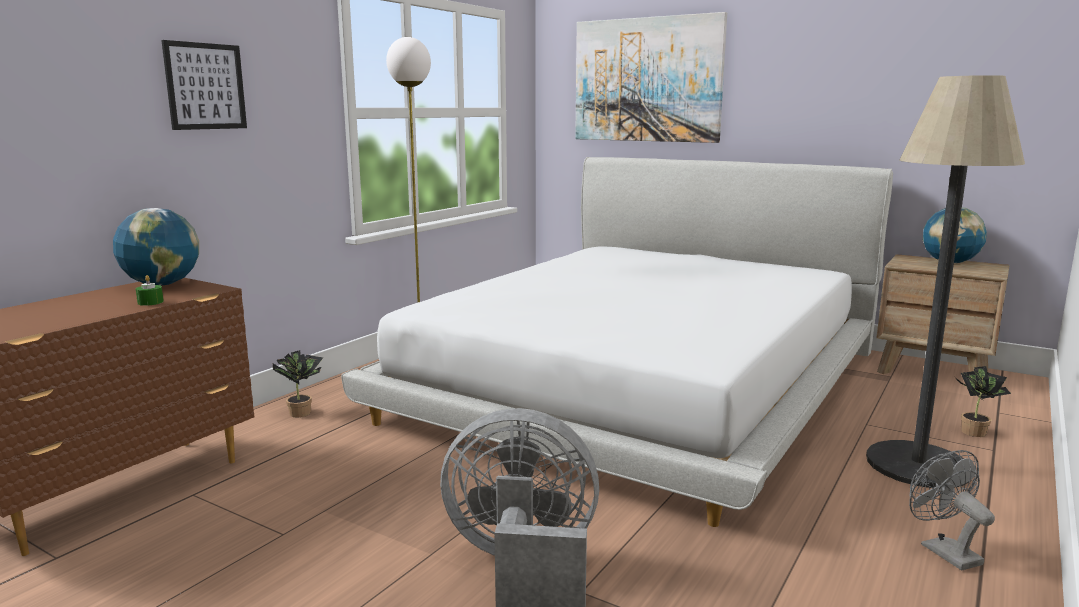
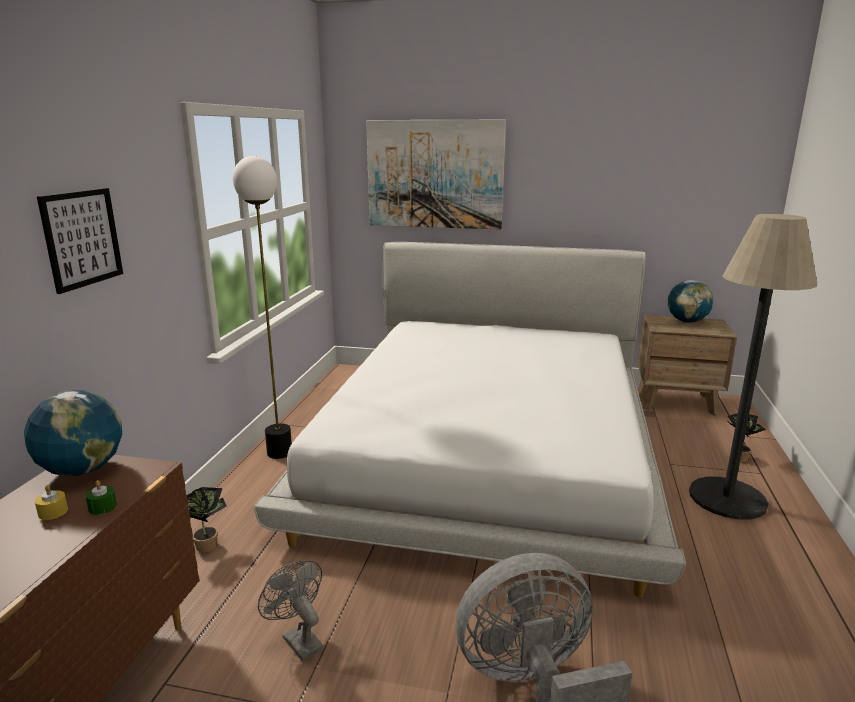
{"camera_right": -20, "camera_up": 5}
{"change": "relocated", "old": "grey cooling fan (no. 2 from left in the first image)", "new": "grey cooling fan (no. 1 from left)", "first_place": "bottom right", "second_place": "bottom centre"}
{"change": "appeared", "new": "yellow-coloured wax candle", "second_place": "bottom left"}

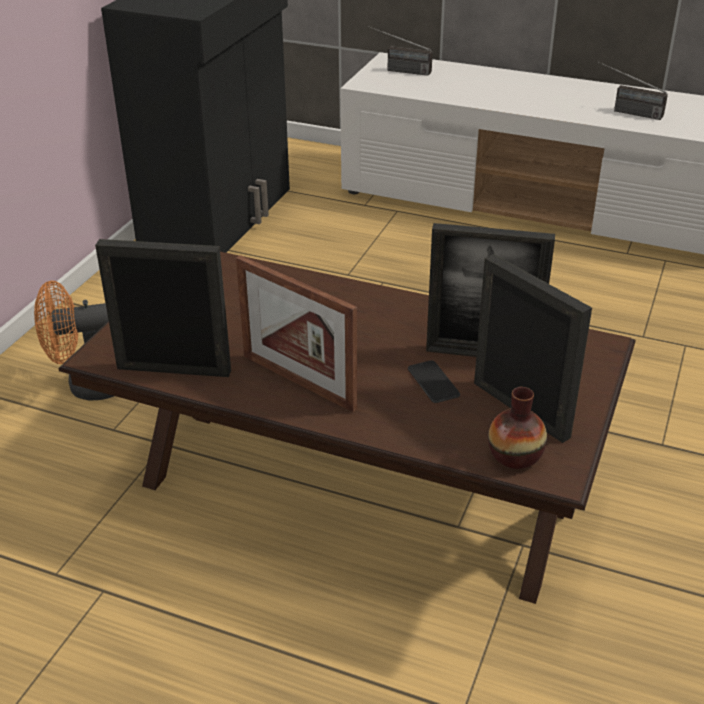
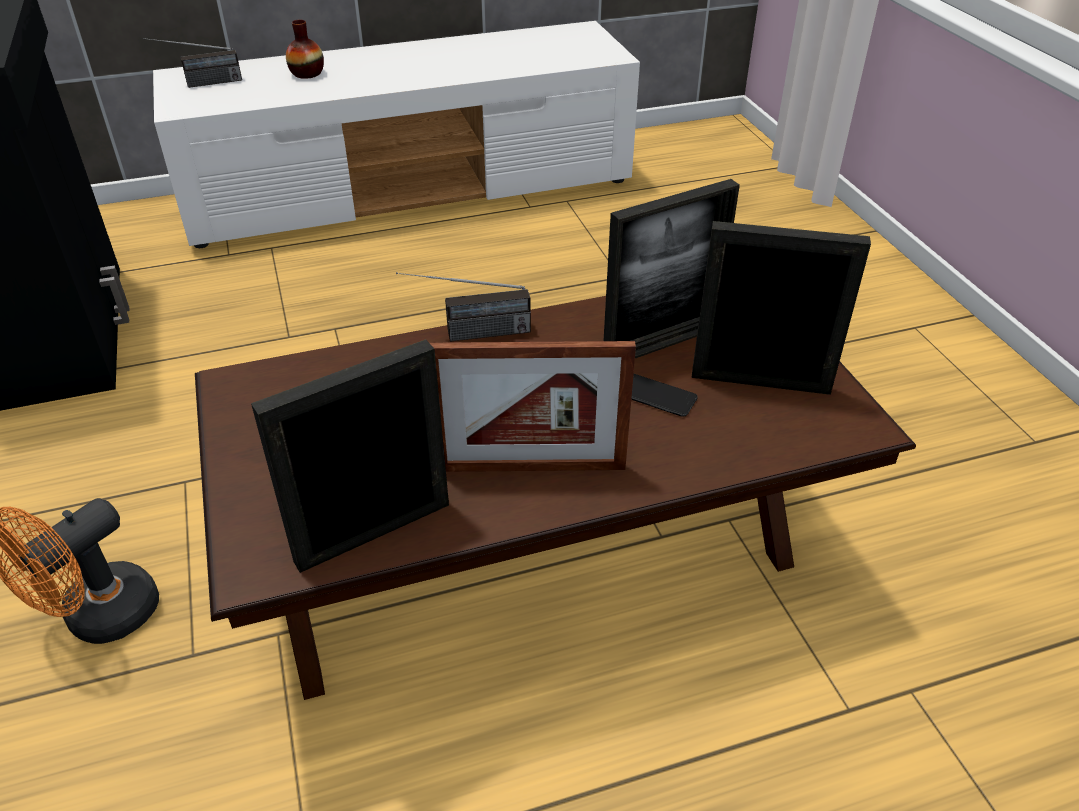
{"camera_right": -40, "camera_up": 5}
{"change": "relocated", "old": "vase", "first_place": "middle right", "second_place": "top left"}
{"change": "relocated", "old": "radio receiver (no. 2 from left)", "first_place": "top right", "second_place": "centre"}

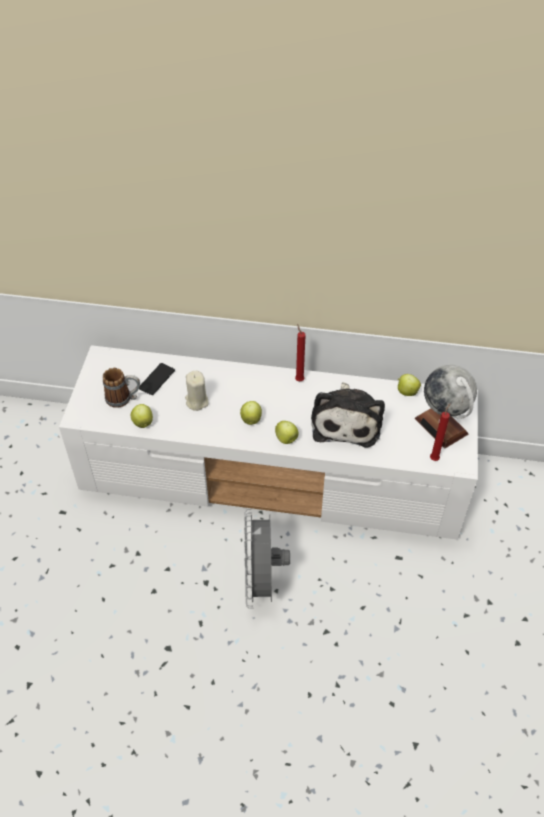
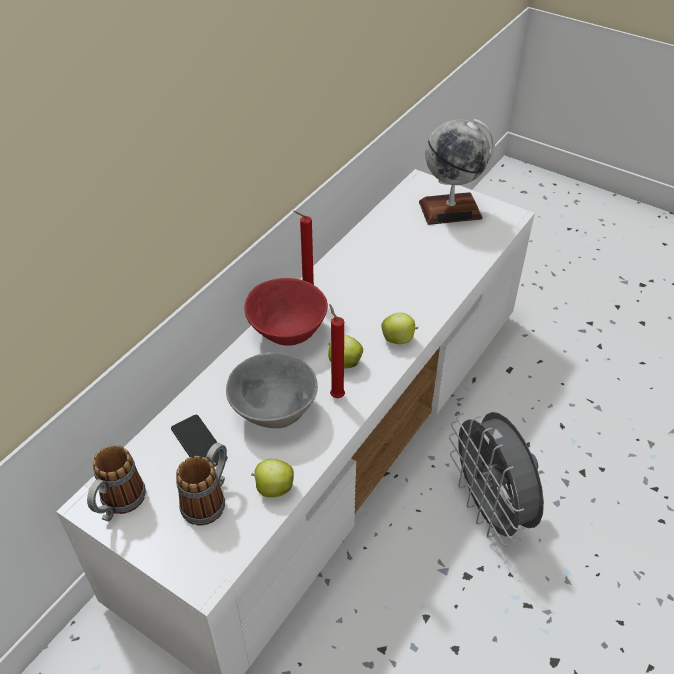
{"camera_right": -65, "camera_up": -5}
{"change": "exchanged", "old": "beige-coloured wax candle", "new": "grey bowl", "first_place": "centre", "second_place": "centre"}
{"change": "spun", "old": "grey cooling fan", "first_place": "bottom centre", "second_place": "bottom right", "degrees": 45}
{"change": "missing", "old": "soft toy", "first_place": "centre"}
{"change": "missing", "old": "apple fruit (no. 4 from left)", "first_place": "middle right"}
{"change": "relocated", "old": "red wax candle (no. 2 from left)", "first_place": "middle right", "second_place": "centre"}
{"change": "appeared", "new": "tea mug (no. 1 from left)", "second_place": "bottom left"}
{"change": "appeared", "new": "red bowl", "second_place": "centre"}

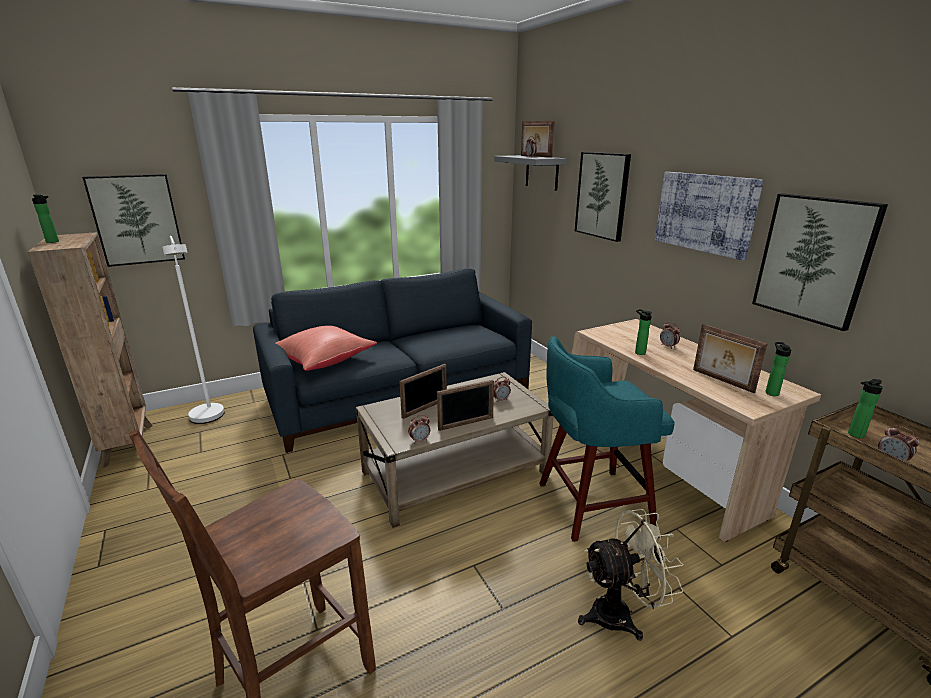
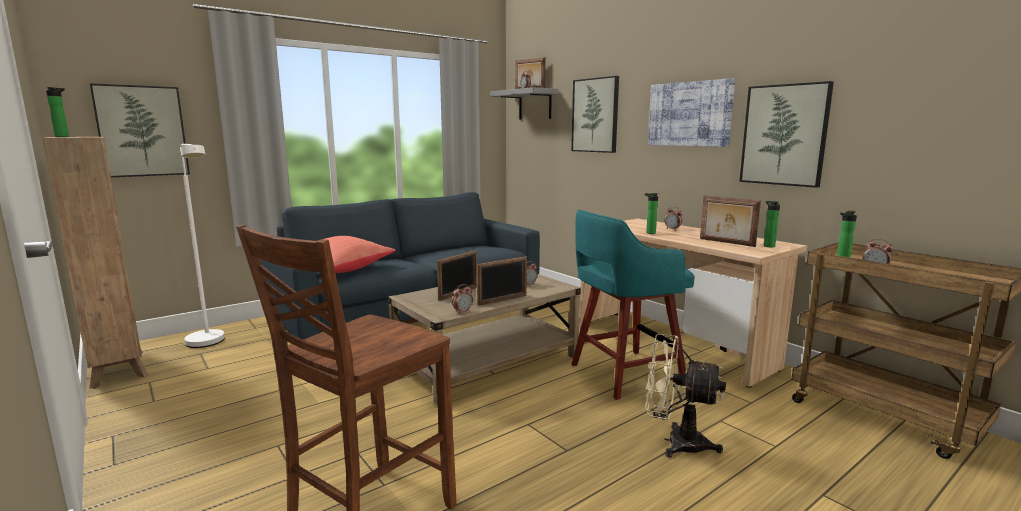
{"camera_right": -10, "camera_up": -10}
{"change": "spun", "old": "beige-coloured cooling fan", "first_place": "bottom right", "second_place": "bottom right", "degrees": -135}

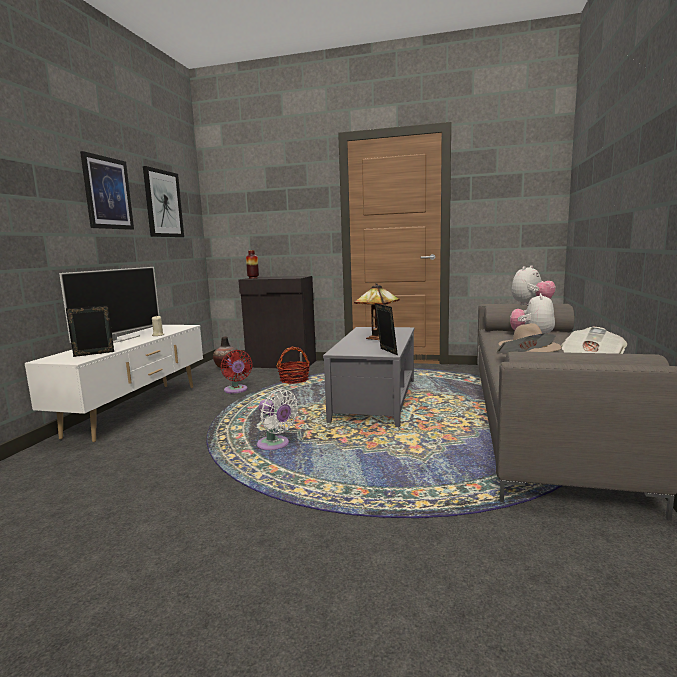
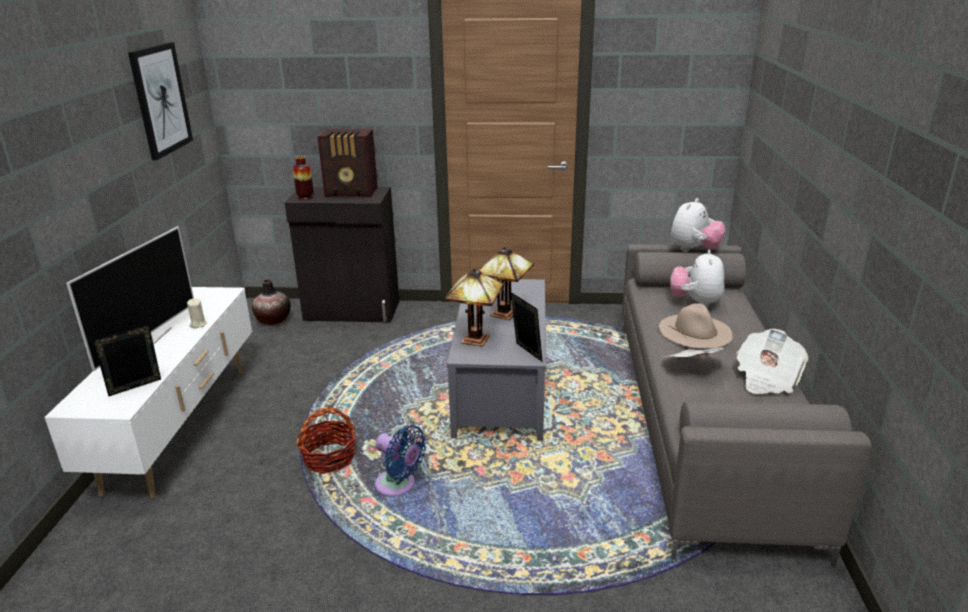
{"camera_right": -10, "camera_up": 15}
{"change": "missing", "old": "wall art (no. 1 from left)", "first_place": "top left"}
{"change": "missing", "old": "red cooling fan", "first_place": "centre"}
{"change": "colour", "old": "whitish cooling fan", "new": "bluish cooling fan", "first_place": "centre", "second_place": "bottom centre"}
{"change": "relocated", "old": "storage basket", "first_place": "centre", "second_place": "bottom centre"}
{"change": "appeared", "new": "radio receiver", "second_place": "top centre"}
{"change": "appeared", "new": "lamp for a table (no. 1 from left)", "second_place": "centre"}

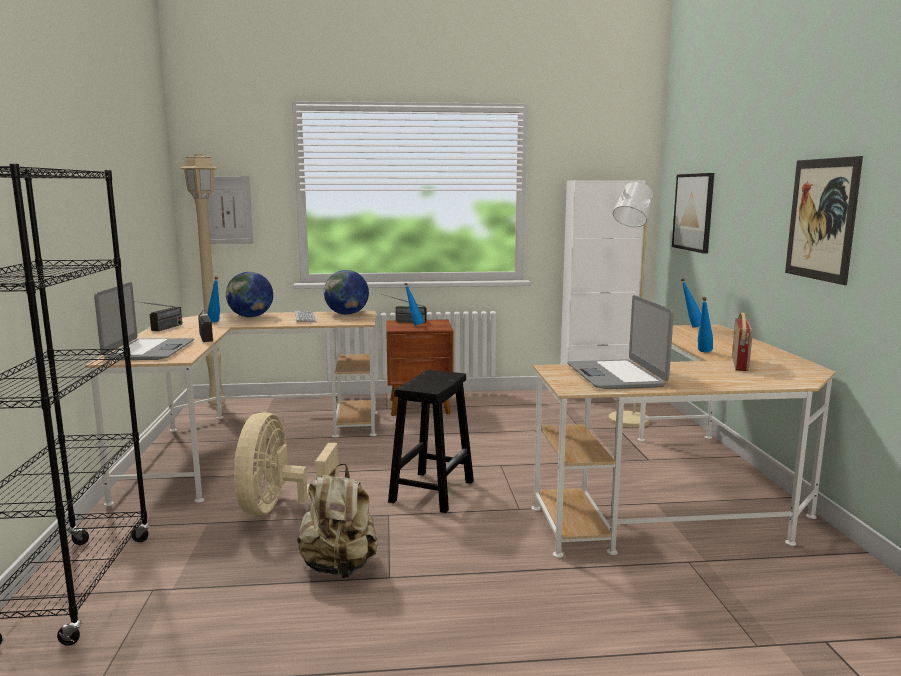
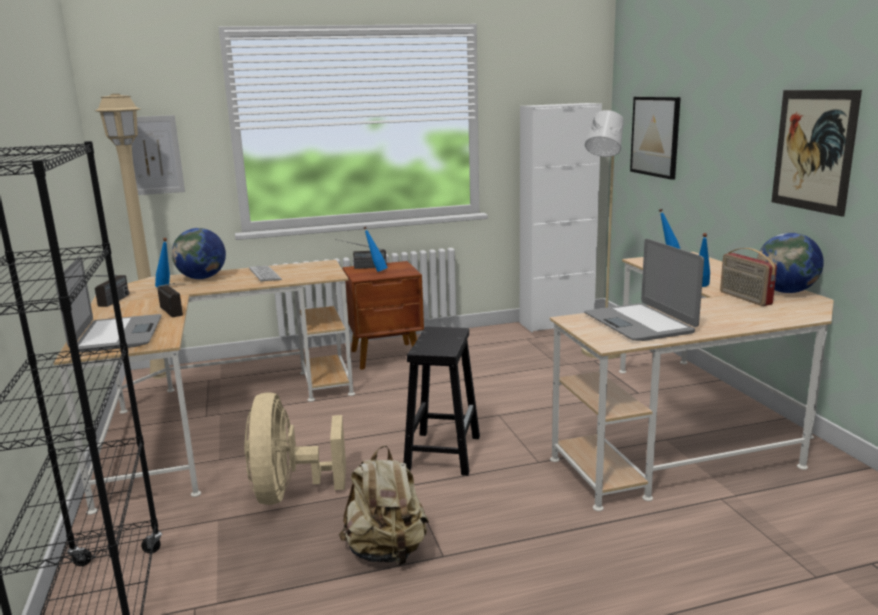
{"camera_right": -10, "camera_up": 5}
{"change": "relocated", "old": "world globe (no. 2 from left)", "first_place": "centre", "second_place": "middle right"}
{"change": "spun", "old": "radio receiver (no. 4 from left)", "first_place": "middle right", "second_place": "middle right", "degrees": 150}

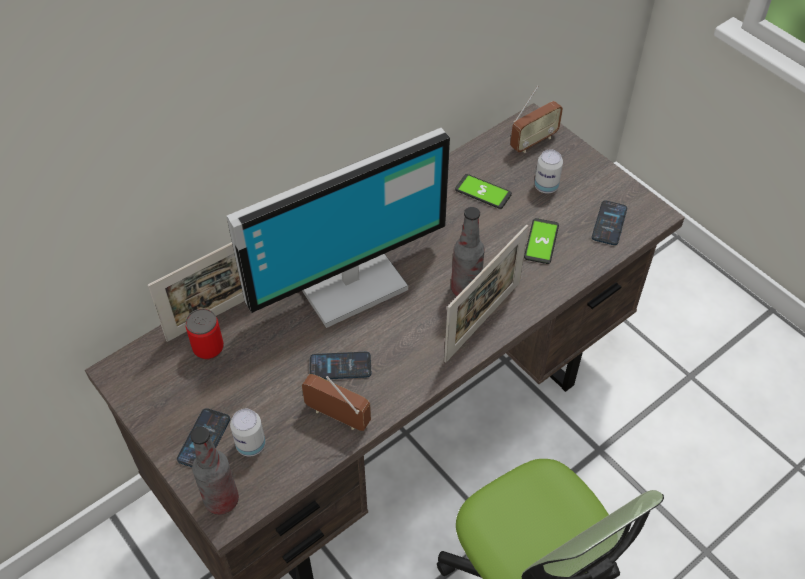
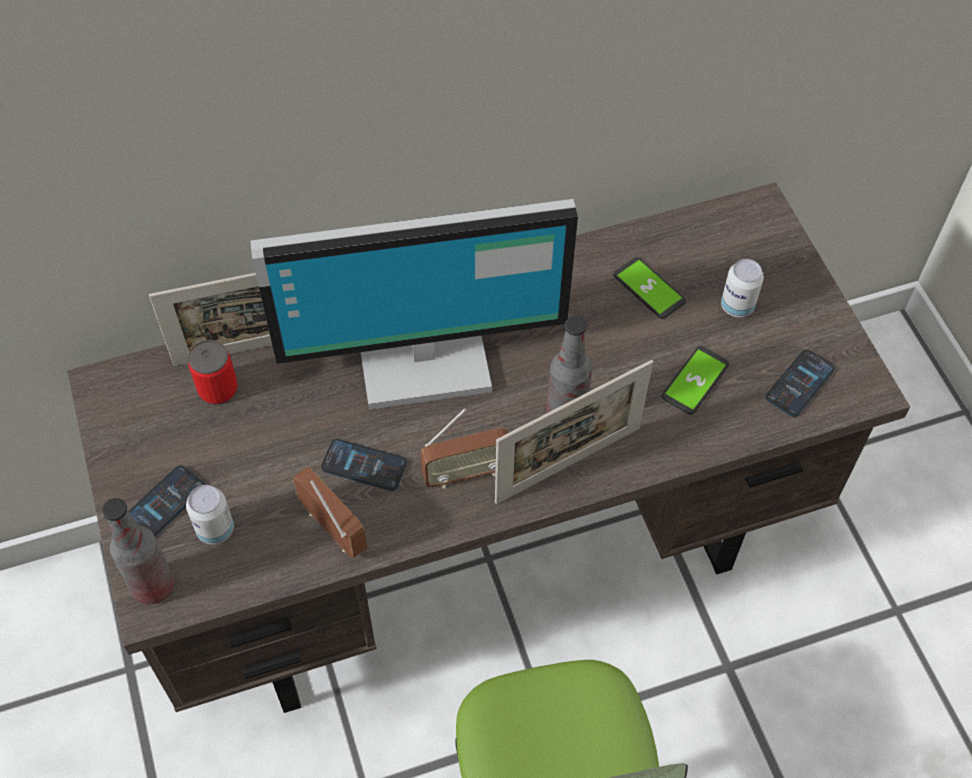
{"camera_right": 20, "camera_up": 5}
{"change": "relocated", "old": "radio receiver (no. 2 from left)", "first_place": "top centre", "second_place": "centre"}

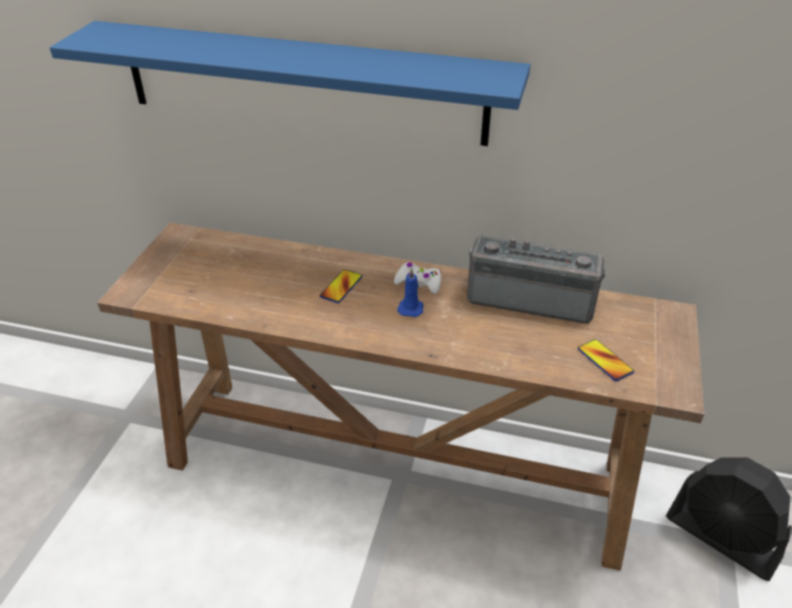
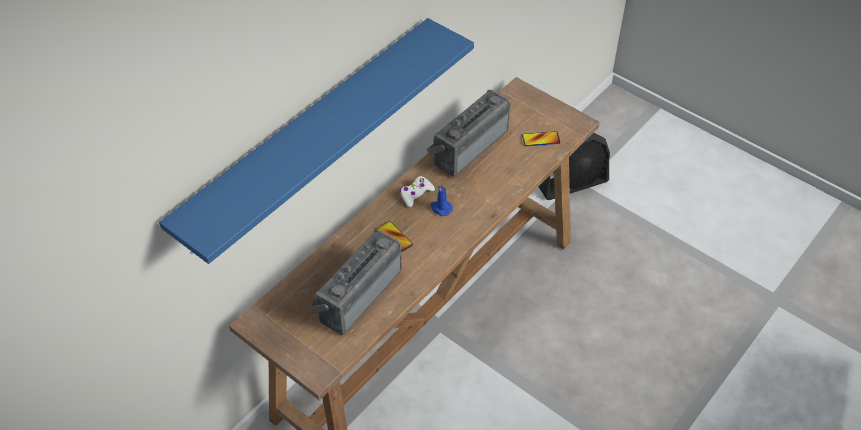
{"camera_right": -65, "camera_up": 10}
{"change": "appeared", "new": "radio receiver (no. 1 from left)", "second_place": "centre"}

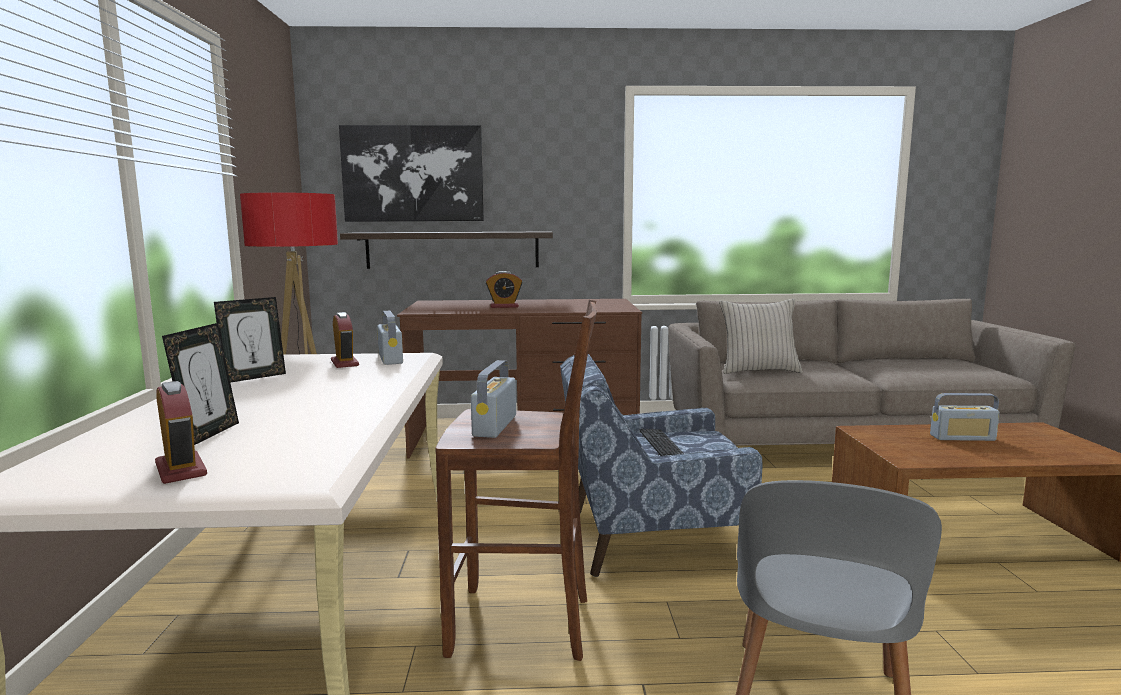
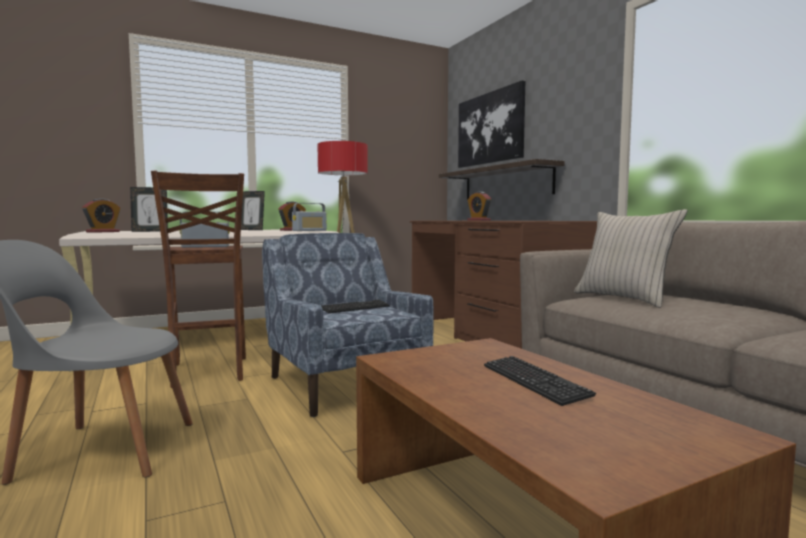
{"camera_right": 65, "camera_up": -5}
{"change": "exchanged", "old": "radio receiver (no. 3 from left)", "new": "keyboard (no. 2 from left)", "first_place": "middle right", "second_place": "bottom right"}

